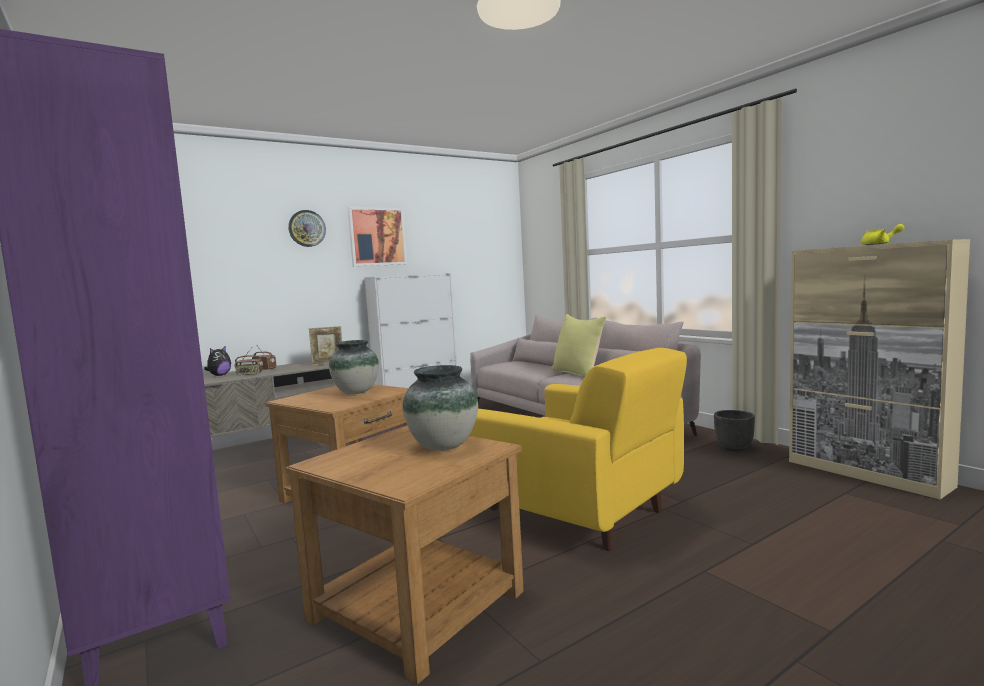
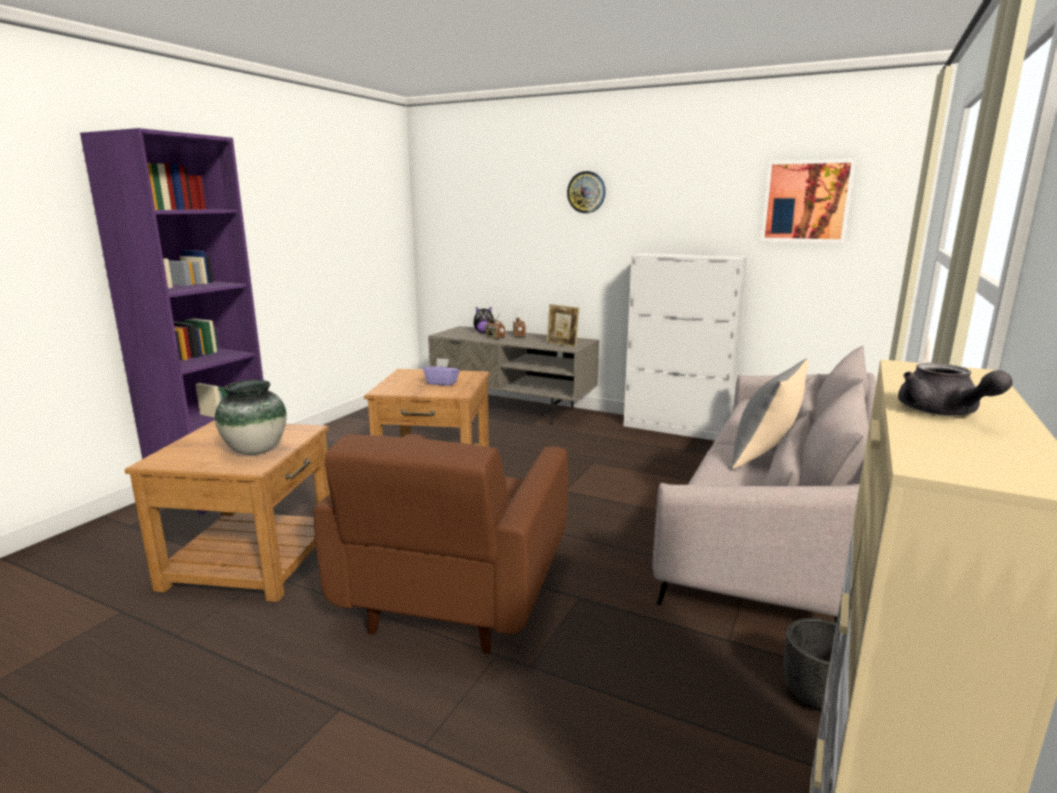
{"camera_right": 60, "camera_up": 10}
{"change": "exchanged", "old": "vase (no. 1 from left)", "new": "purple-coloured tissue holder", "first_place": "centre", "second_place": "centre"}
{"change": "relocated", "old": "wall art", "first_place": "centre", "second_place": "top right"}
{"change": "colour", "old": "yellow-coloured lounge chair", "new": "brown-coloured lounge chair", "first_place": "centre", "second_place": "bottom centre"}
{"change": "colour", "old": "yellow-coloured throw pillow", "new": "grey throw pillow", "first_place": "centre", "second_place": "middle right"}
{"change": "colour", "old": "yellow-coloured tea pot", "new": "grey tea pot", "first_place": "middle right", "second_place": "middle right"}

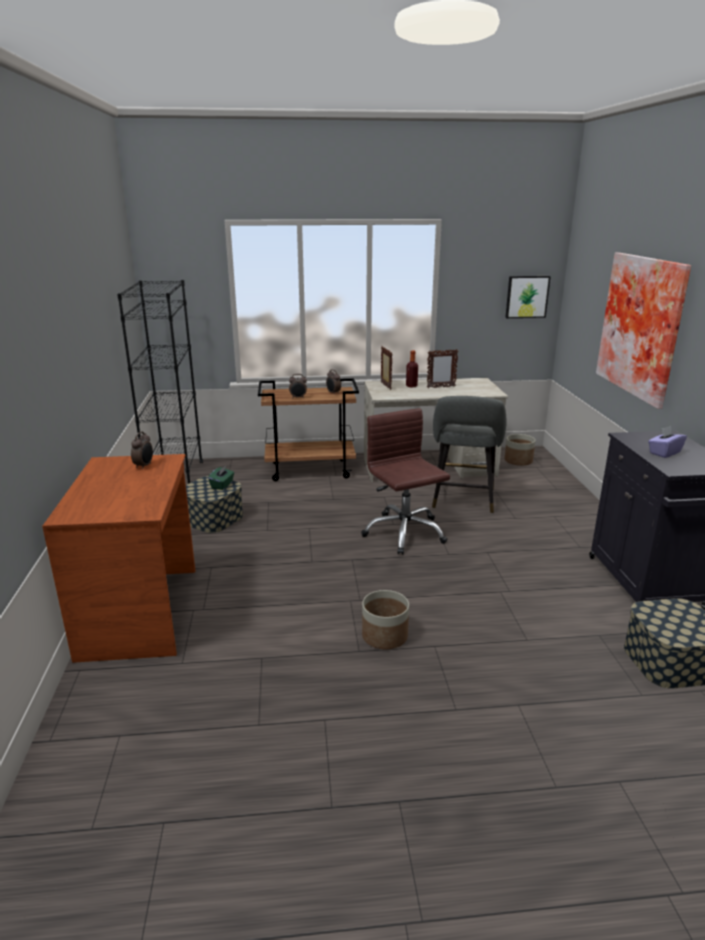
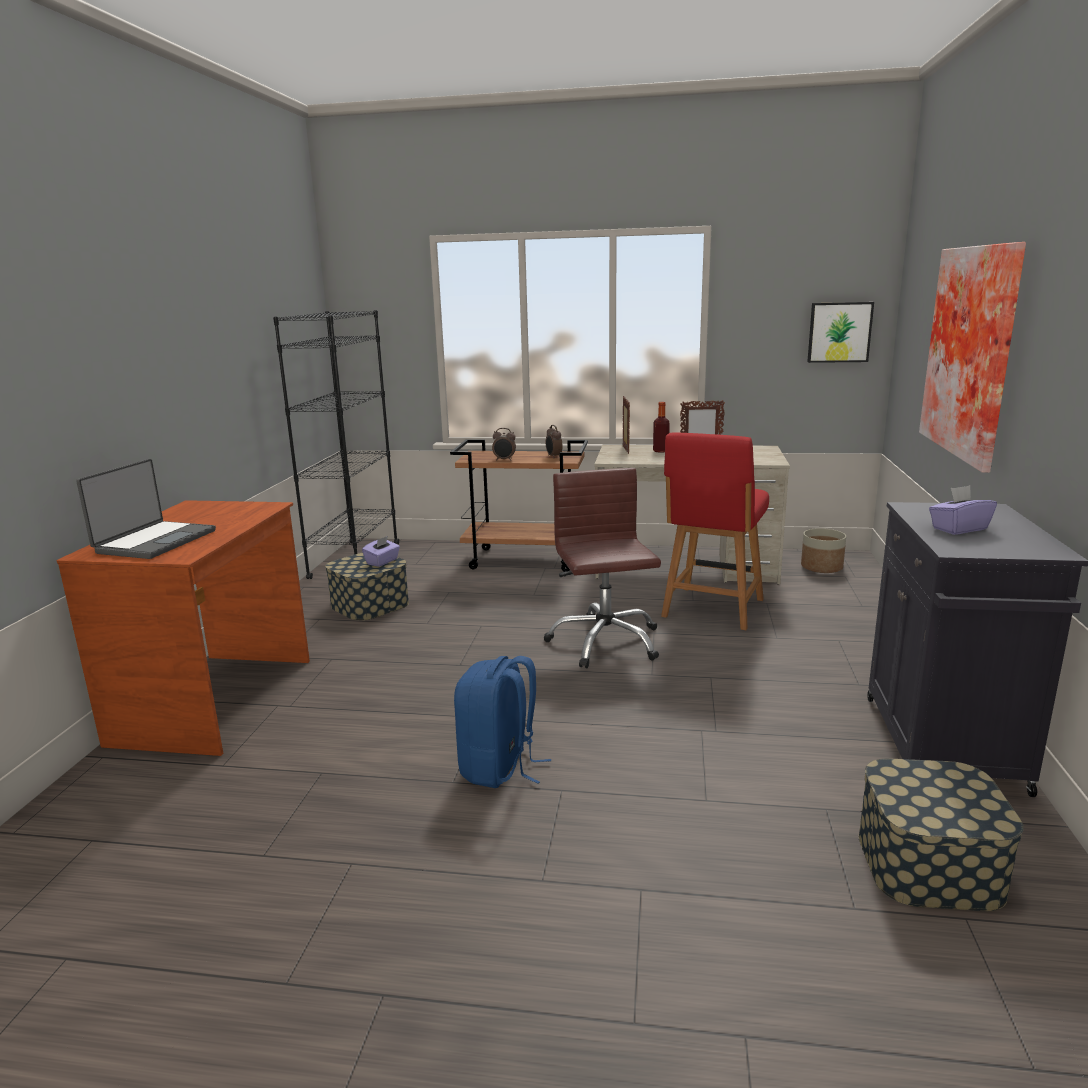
{"camera_right": 15, "camera_up": -5}
{"change": "missing", "old": "alarm clock (no. 1 from left)", "first_place": "middle left"}
{"change": "colour", "old": "greenish tissue holder", "new": "purple-coloured tissue holder (no. 1 from left)", "first_place": "middle left", "second_place": "centre"}
{"change": "exchanged", "old": "planter (no. 1 from left)", "new": "bluish knapsack", "first_place": "centre", "second_place": "centre"}
{"change": "exchanged", "old": "grey sitting stool", "new": "red upright chair", "first_place": "centre", "second_place": "centre"}
{"change": "appeared", "new": "laptop", "second_place": "middle left"}

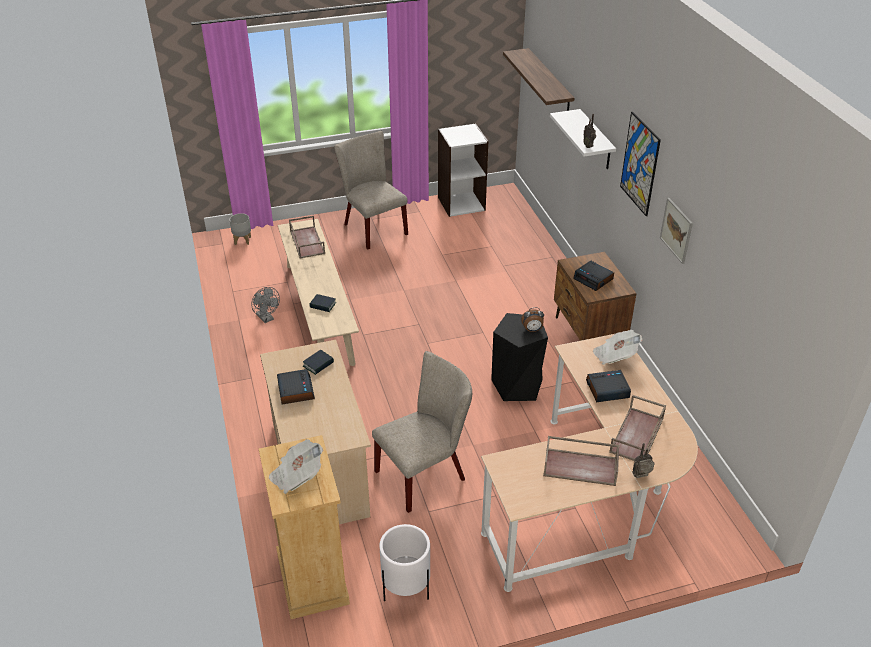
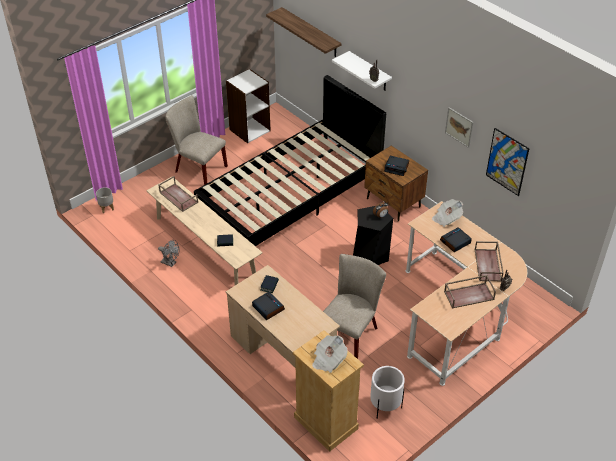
{"camera_right": -25, "camera_up": 5}
{"change": "relocated", "old": "wall art (no. 1 from left in the first image)", "new": "wall art (no. 2 from left)", "first_place": "top right", "second_place": "middle right"}
{"change": "appeared", "new": "blackish bedroom bed", "second_place": "centre"}

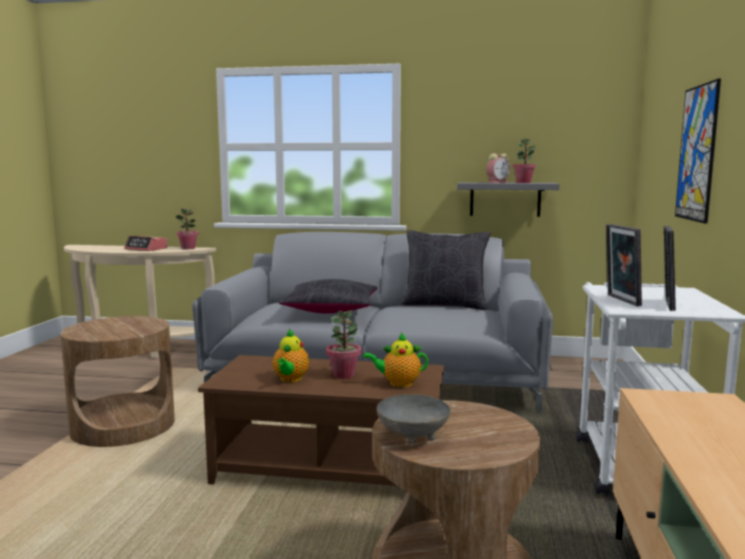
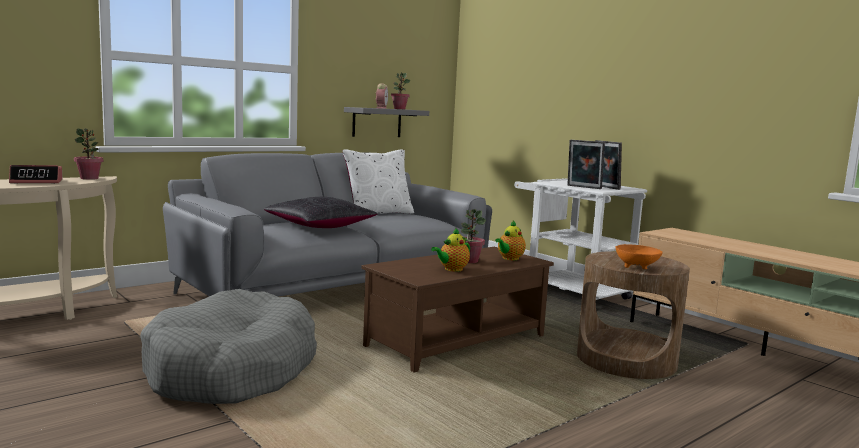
{"camera_right": -50, "camera_up": 0}
{"change": "exchanged", "old": "brown-coloured end table (no. 1 from left)", "new": "grey dog bed", "first_place": "bottom left", "second_place": "bottom left"}
{"change": "spun", "old": "tea pot (no. 1 from left)", "first_place": "centre", "second_place": "centre", "degrees": 90}
{"change": "colour", "old": "grey bowl", "new": "orange-coloured bowl", "first_place": "bottom centre", "second_place": "middle right"}
{"change": "colour", "old": "blackish throw pillow (no. 2 from left)", "new": "whitish throw pillow", "first_place": "centre", "second_place": "centre"}
{"change": "missing", "old": "wall art", "first_place": "top right"}

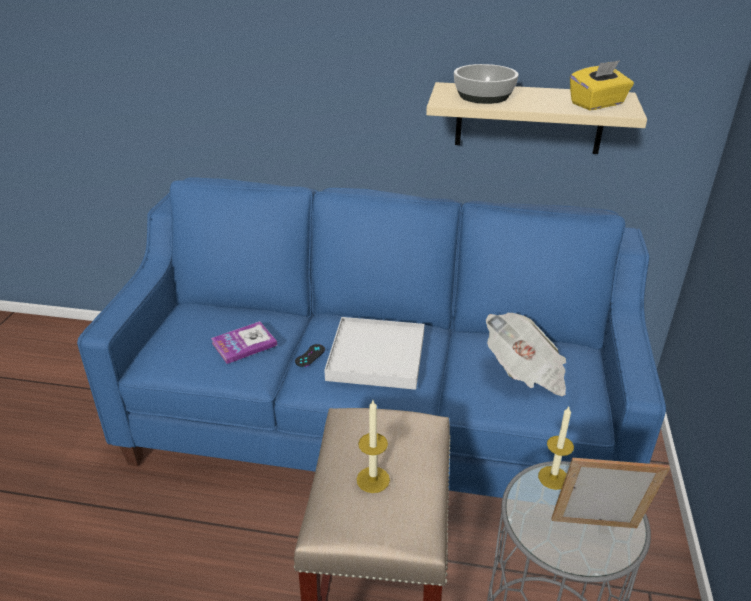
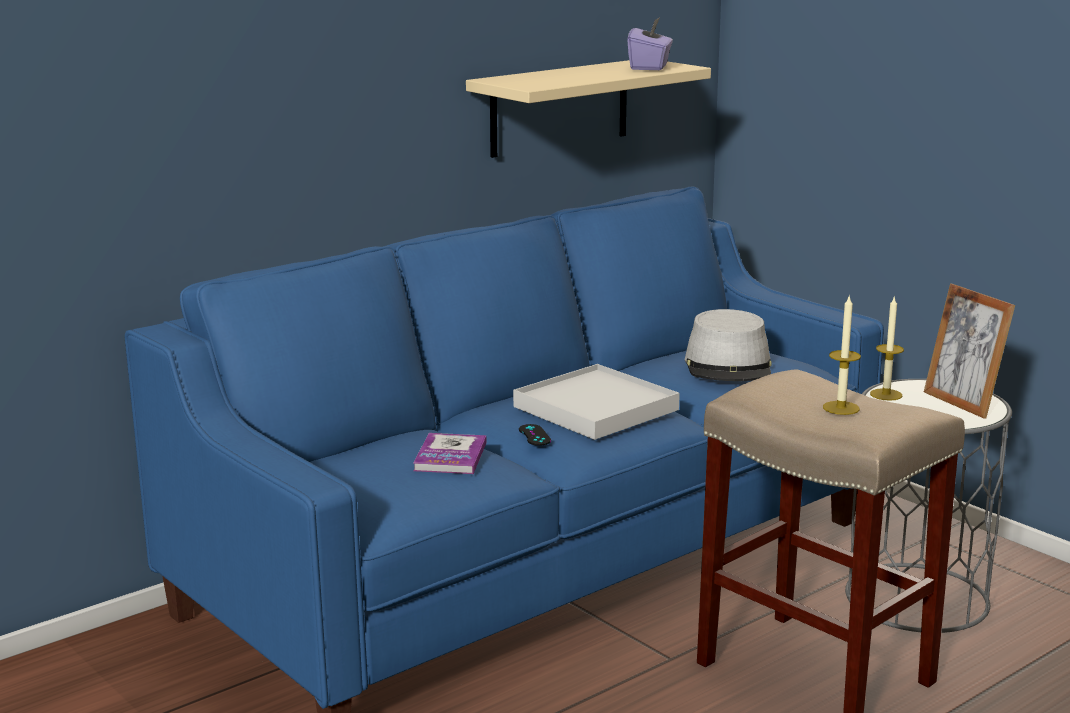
{"camera_right": -50, "camera_up": -15}
{"change": "missing", "old": "bowl", "first_place": "top centre"}
{"change": "exchanged", "old": "newspaper", "new": "grey hat", "first_place": "middle right", "second_place": "middle right"}
{"change": "spun", "old": "picture frame", "first_place": "bottom right", "second_place": "middle right", "degrees": -75}
{"change": "colour", "old": "yellow-coloured tissue holder", "new": "purple-coloured tissue holder", "first_place": "top right", "second_place": "top centre"}

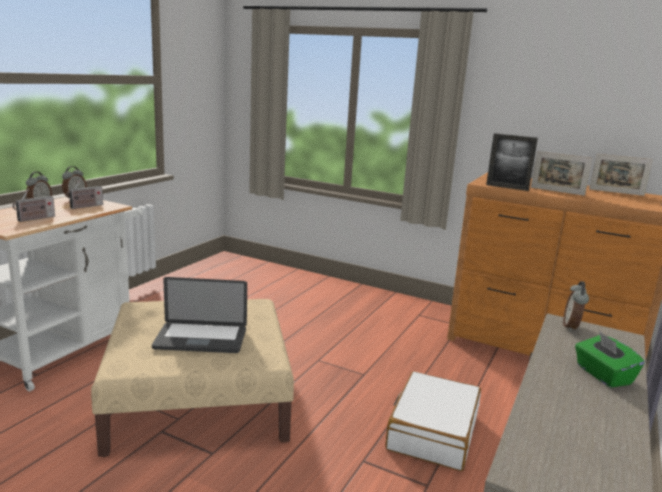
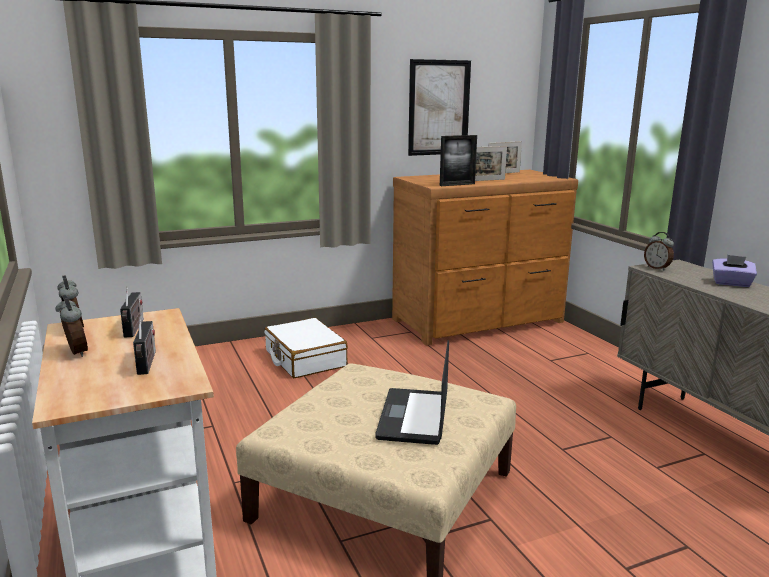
{"camera_right": -50, "camera_up": 0}
{"change": "spun", "old": "laptop", "first_place": "middle left", "second_place": "bottom centre", "degrees": 150}
{"change": "relocated", "old": "whitish suitcase", "first_place": "bottom centre", "second_place": "centre"}
{"change": "colour", "old": "greenish tissue holder", "new": "purple-coloured tissue holder", "first_place": "bottom right", "second_place": "middle right"}
{"change": "appeared", "new": "wall art", "second_place": "top centre"}

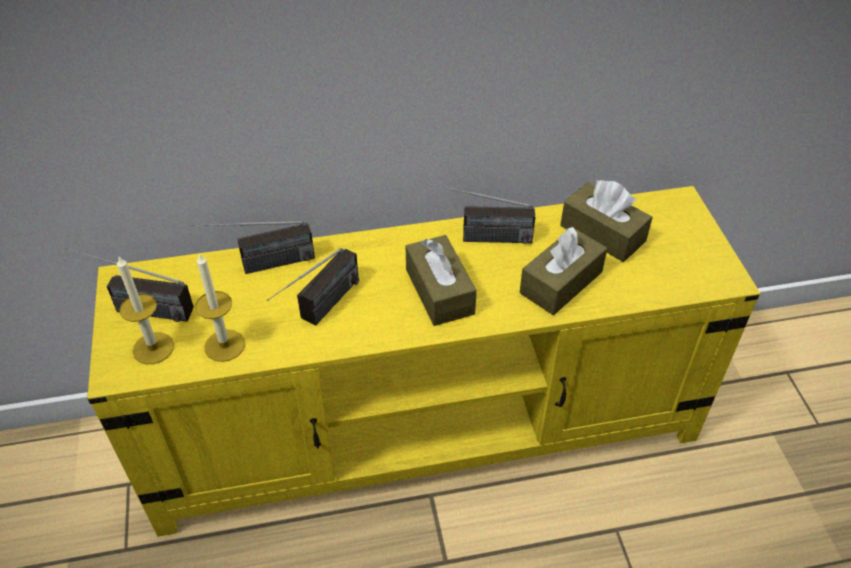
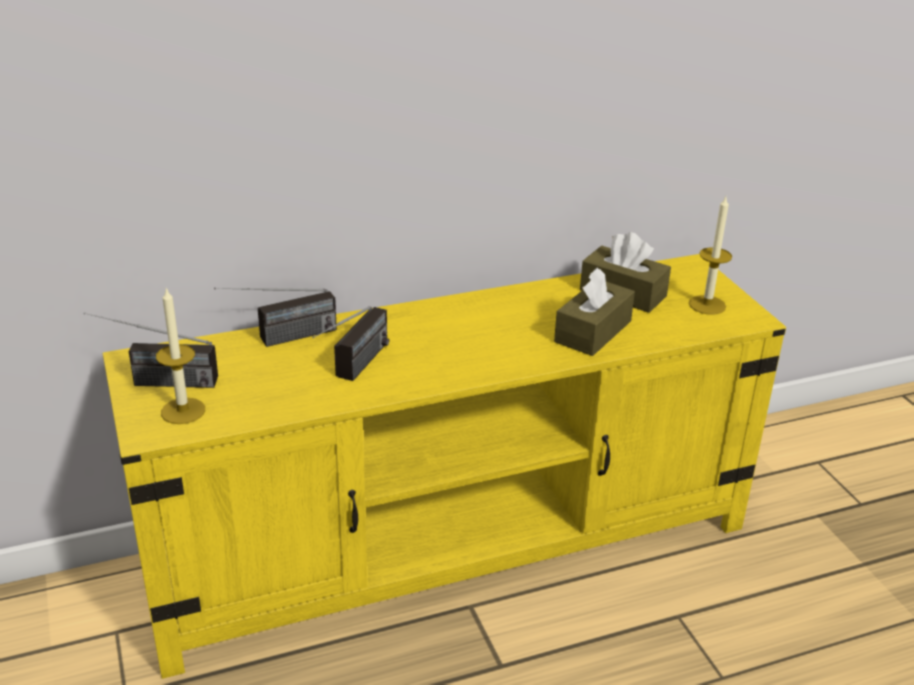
{"camera_right": -10, "camera_up": -15}
{"change": "relocated", "old": "wax candle (no. 2 from left)", "first_place": "middle left", "second_place": "middle right"}
{"change": "missing", "old": "brown-coloured tissue holder (no. 1 from left)", "first_place": "centre"}
{"change": "missing", "old": "radio receiver (no. 4 from left)", "first_place": "centre"}

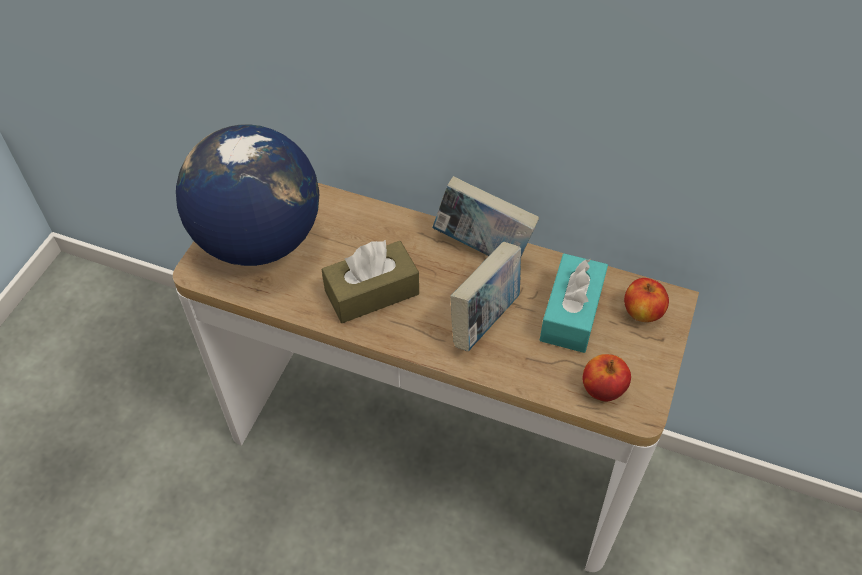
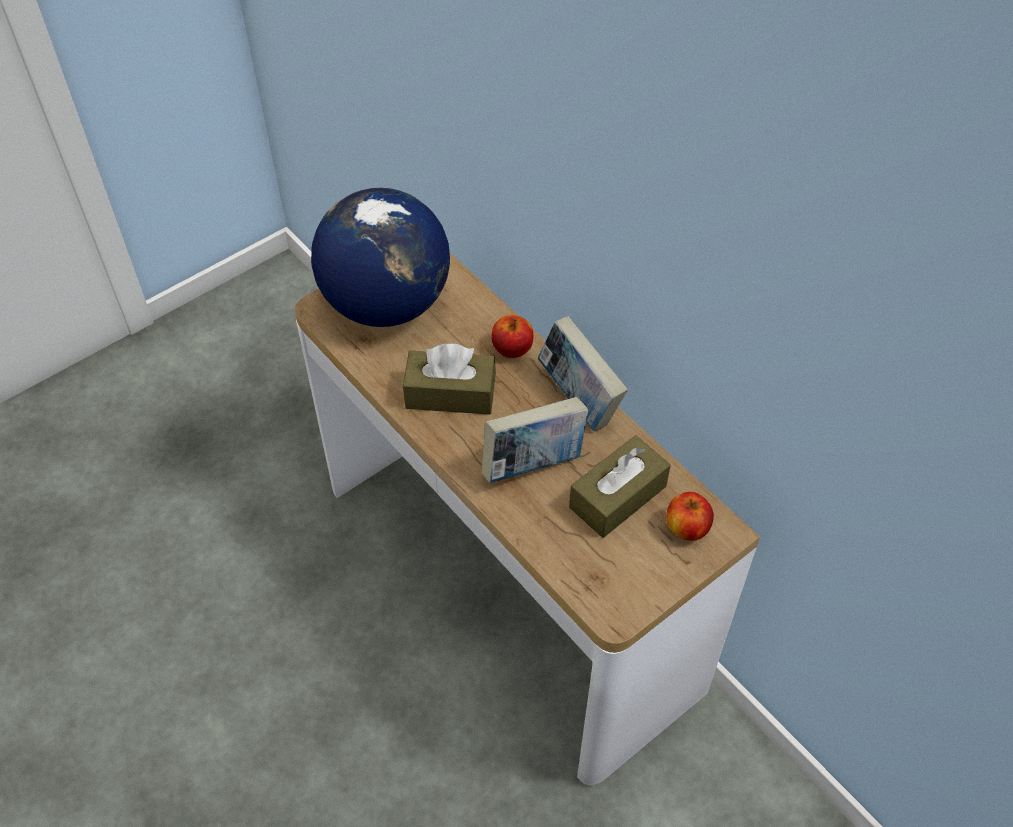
{"camera_right": 30, "camera_up": 0}
{"change": "colour", "old": "turquoise-coloured tissue holder", "new": "brown-coloured tissue holder (no. 2 from left)", "first_place": "centre", "second_place": "centre"}
{"change": "relocated", "old": "apple fruit (no. 1 from left)", "first_place": "middle right", "second_place": "centre"}

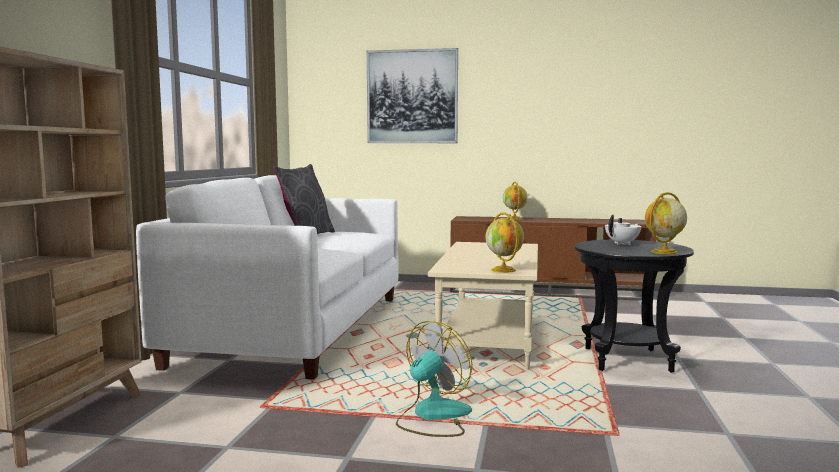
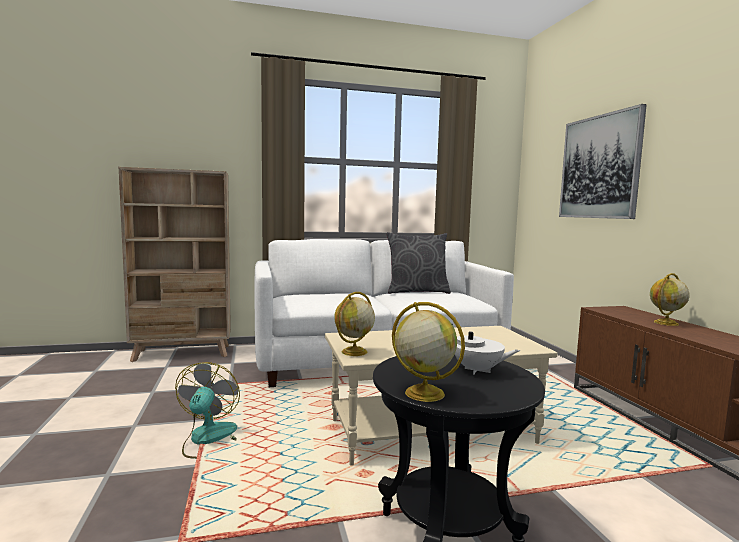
{"camera_right": 65, "camera_up": 0}
{"change": "spun", "old": "cooling fan", "first_place": "bottom centre", "second_place": "bottom left", "degrees": -105}

